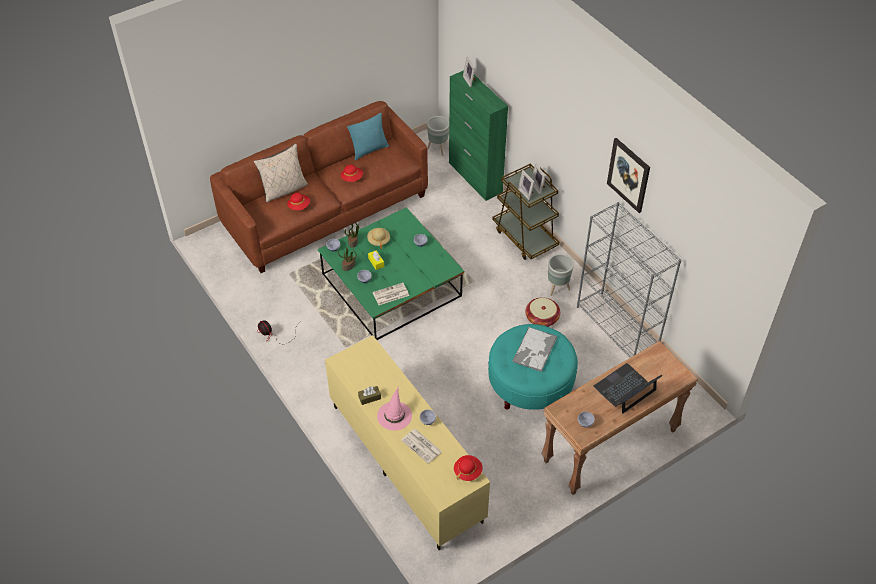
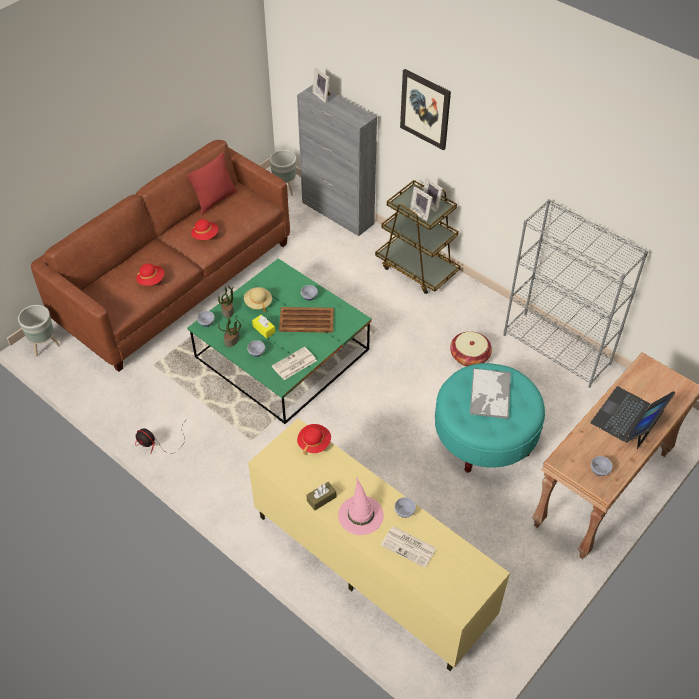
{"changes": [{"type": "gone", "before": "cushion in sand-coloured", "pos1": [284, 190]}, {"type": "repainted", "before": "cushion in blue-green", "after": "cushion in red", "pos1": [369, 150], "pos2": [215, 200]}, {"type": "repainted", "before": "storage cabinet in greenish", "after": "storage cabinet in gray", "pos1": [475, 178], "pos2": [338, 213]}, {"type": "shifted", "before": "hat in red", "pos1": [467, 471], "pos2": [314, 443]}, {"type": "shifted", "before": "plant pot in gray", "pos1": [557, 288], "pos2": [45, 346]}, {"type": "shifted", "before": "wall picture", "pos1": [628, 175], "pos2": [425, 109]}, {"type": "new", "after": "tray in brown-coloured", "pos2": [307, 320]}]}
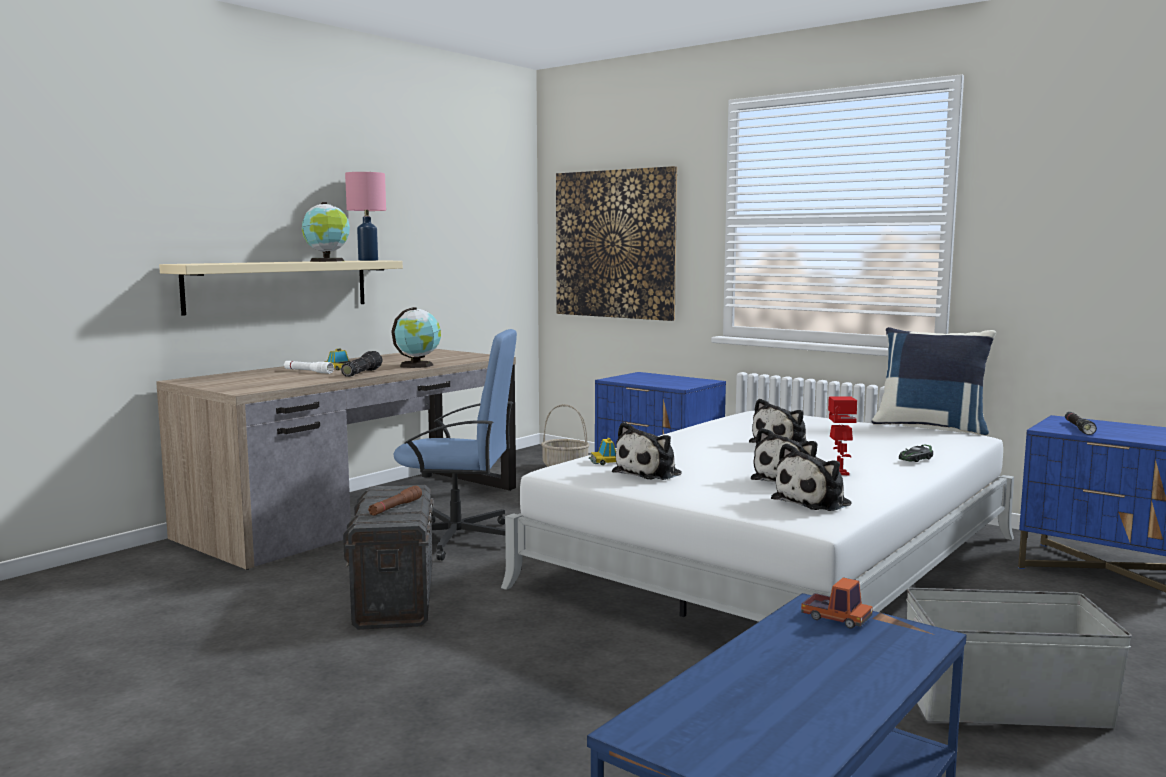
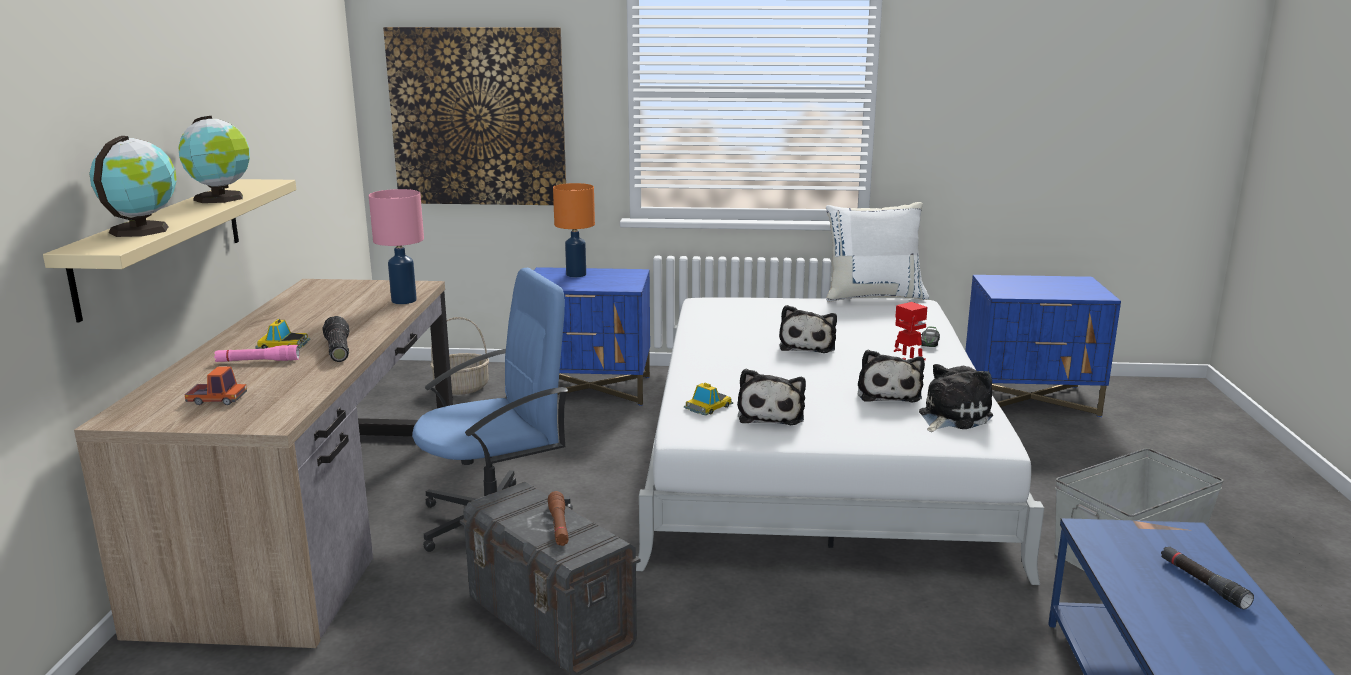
{"changes": [{"type": "repainted", "before": "flashlight in white-coloured", "after": "flashlight in pinkish", "pos1": [308, 371], "pos2": [258, 361]}, {"type": "shifted", "before": "lamp for a table in pinkish", "pos1": [368, 260], "pos2": [403, 300]}, {"type": "shifted", "before": "desk globe", "pos1": [417, 365], "pos2": [142, 230]}, {"type": "rotated", "before": "plush toy", "pos1": [815, 502], "pos2": [951, 416], "turn": -150}, {"type": "shifted", "before": "toy lorry", "pos1": [836, 618], "pos2": [217, 400]}, {"type": "repainted", "before": "cushion in blue-coloured", "after": "cushion in white-coloured", "pos1": [931, 426], "pos2": [873, 296]}, {"type": "shifted", "before": "flashlight in black", "pos1": [1078, 428], "pos2": [1203, 583]}, {"type": "new", "after": "lamp for a table in orange-coloured", "pos2": [576, 274]}]}
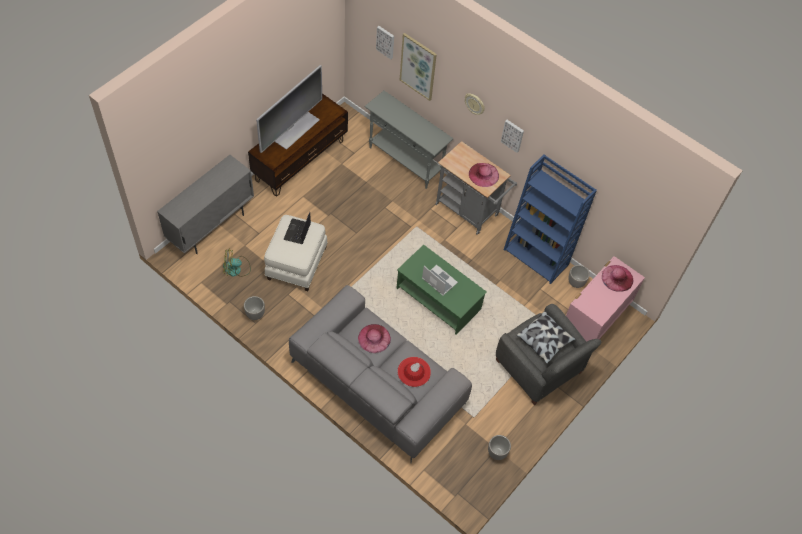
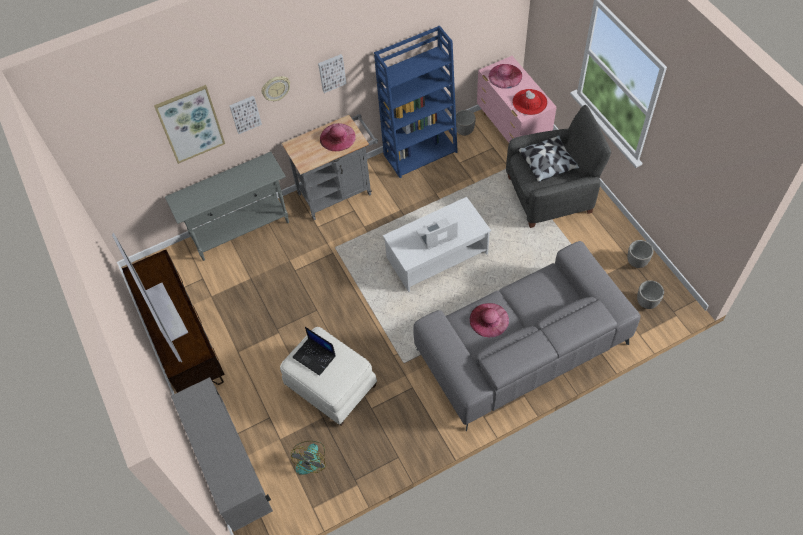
{"changes": [{"type": "shifted", "before": "plant pot", "pos1": [255, 315], "pos2": [647, 302]}, {"type": "shifted", "before": "wall picture", "pos1": [386, 41], "pos2": [245, 113]}, {"type": "repainted", "before": "coffee table in greenish", "after": "coffee table in white-coloured", "pos1": [438, 298], "pos2": [436, 256]}, {"type": "shifted", "before": "hat in red", "pos1": [414, 372], "pos2": [529, 102]}]}
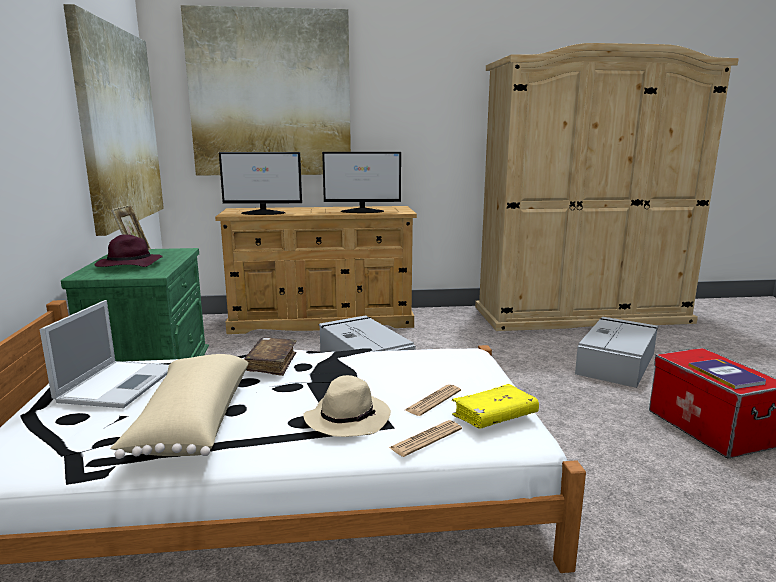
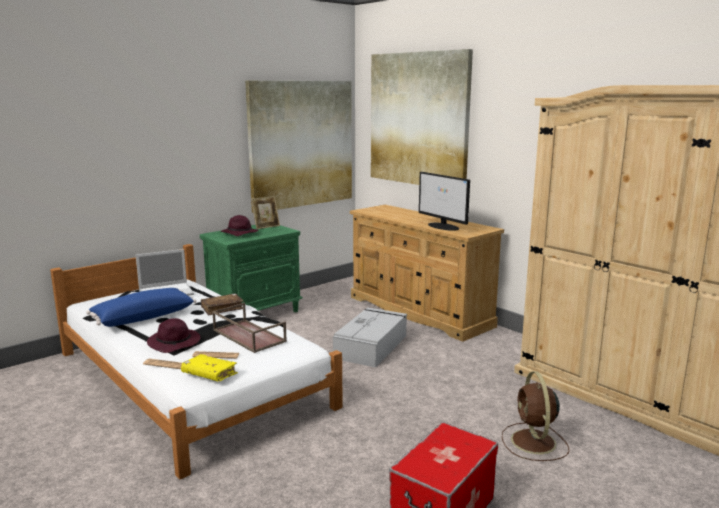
{"changes": [{"type": "repainted", "before": "cushion in sand-coloured", "after": "cushion in blue-coloured", "pos1": [191, 423], "pos2": [143, 317]}, {"type": "gone", "before": "computer display", "pos1": [264, 213]}, {"type": "repainted", "before": "hat in sand-coloured", "after": "hat in purple", "pos1": [348, 418], "pos2": [175, 343]}, {"type": "swapped", "before": "storage container in gray", "after": "cooling fan in brown-coloured", "pos1": [616, 362], "pos2": [534, 443]}, {"type": "gone", "before": "volume", "pos1": [726, 374]}, {"type": "new", "after": "tray in brown-coloured", "pos2": [248, 336]}]}
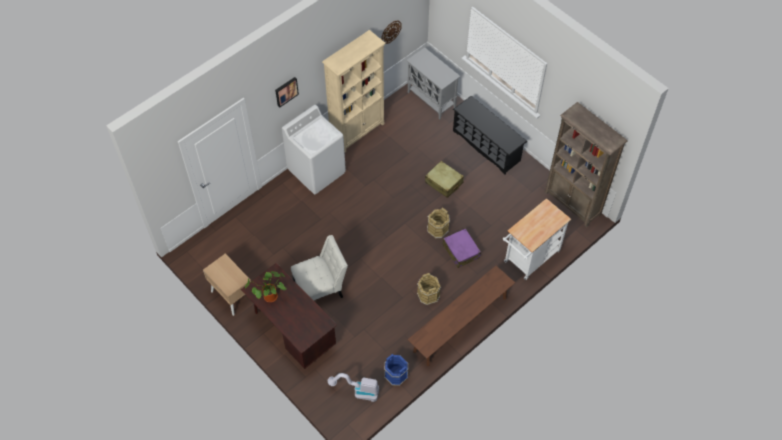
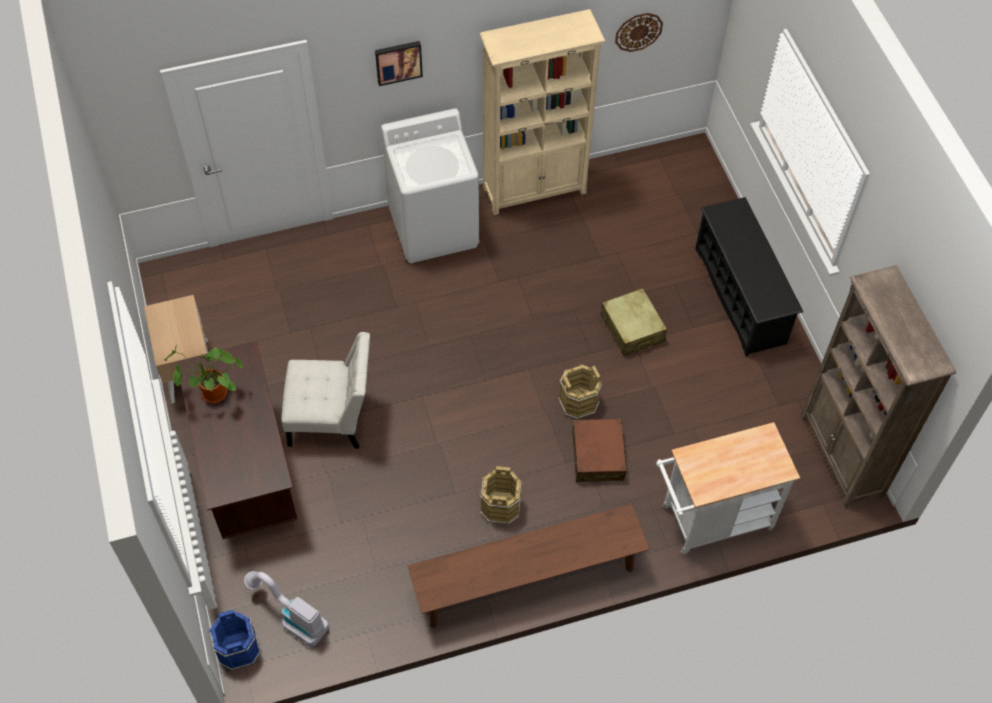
{"changes": [{"type": "shifted", "before": "pail in blue-coloured", "pos1": [396, 375], "pos2": [238, 649]}, {"type": "gone", "before": "storage cabinet in gray", "pos1": [431, 100]}, {"type": "repainted", "before": "piece of luggage in purple", "after": "piece of luggage in brown-coloured", "pos1": [461, 251], "pos2": [598, 455]}]}
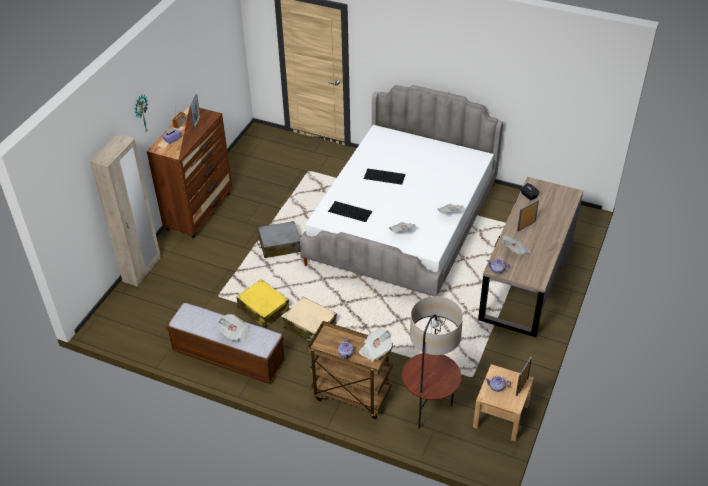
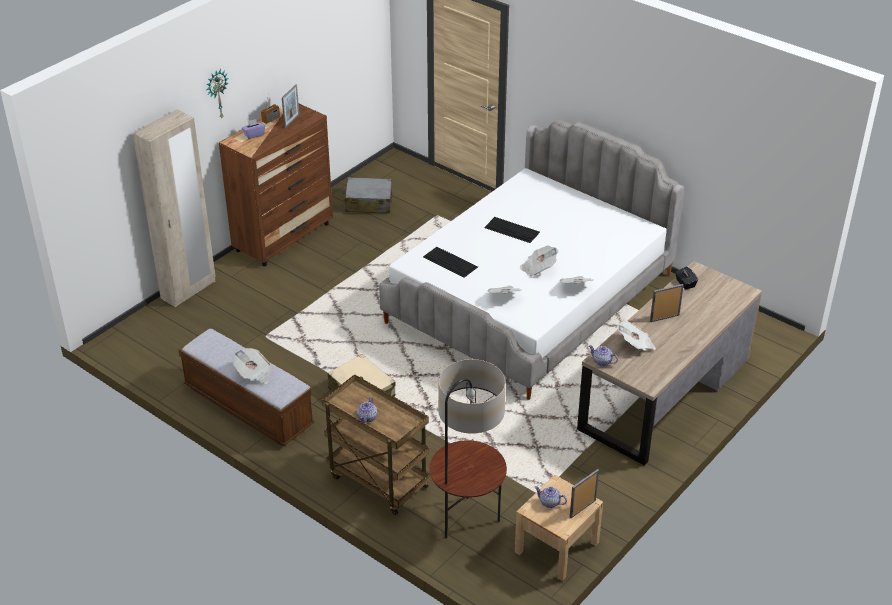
{"changes": [{"type": "gone", "before": "piece of luggage in yellowish", "pos1": [263, 309]}, {"type": "shifted", "before": "piece of luggage in gray", "pos1": [279, 245], "pos2": [368, 203]}, {"type": "shifted", "before": "daily paper", "pos1": [375, 350], "pos2": [538, 268]}]}
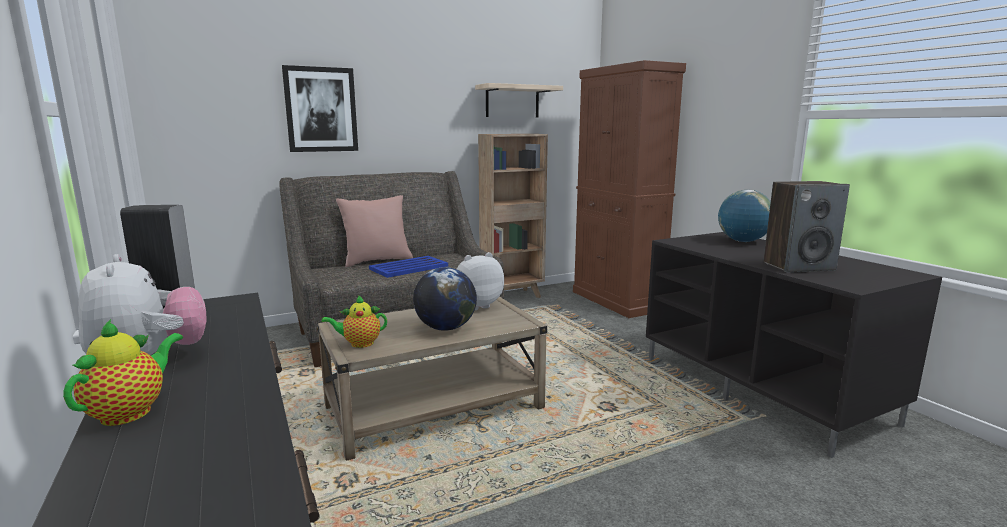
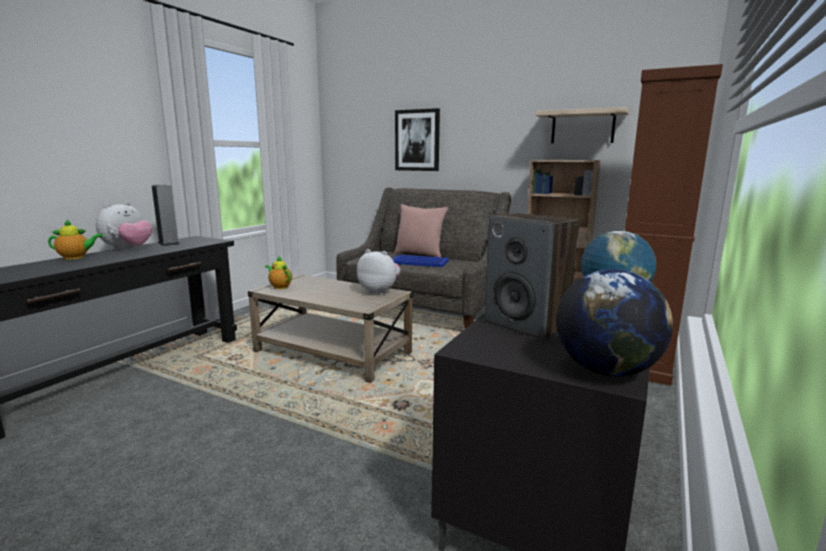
{"changes": [{"type": "shifted", "before": "desk globe", "pos1": [445, 328], "pos2": [606, 371]}]}
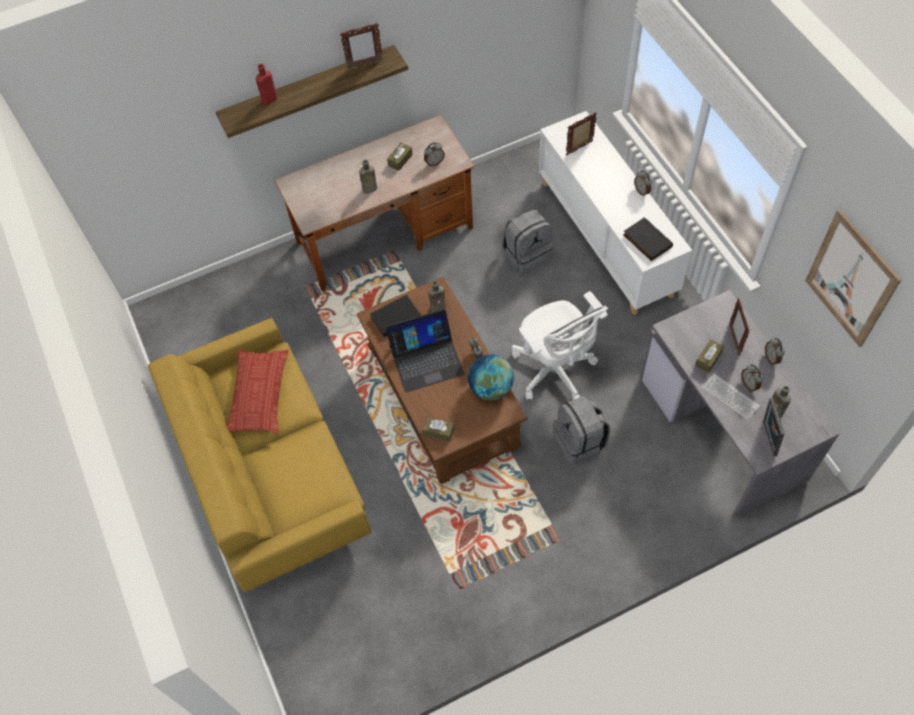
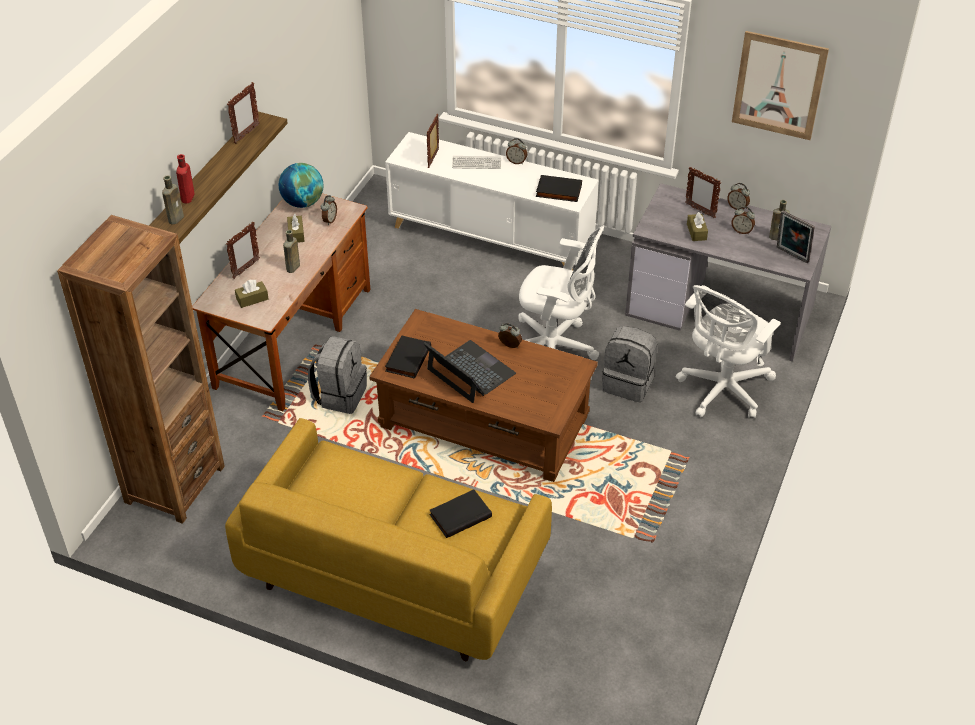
{"changes": [{"type": "gone", "before": "cushion", "pos1": [259, 394]}, {"type": "rotated", "before": "portable computer", "pos1": [426, 359], "pos2": [470, 372], "turn": -75}, {"type": "shifted", "before": "tissue holder in brown-coloured", "pos1": [438, 432], "pos2": [252, 299]}, {"type": "shifted", "before": "beverage bottle in brown-coloured", "pos1": [439, 307], "pos2": [176, 218]}, {"type": "shifted", "before": "desk globe", "pos1": [491, 388], "pos2": [303, 202]}, {"type": "shifted", "before": "knapsack in gray", "pos1": [526, 255], "pos2": [340, 395]}, {"type": "shifted", "before": "keyboard", "pos1": [730, 397], "pos2": [476, 163]}, {"type": "new", "after": "bookcase in brown-coloured", "pos2": [174, 484]}, {"type": "new", "after": "photo frame", "pos2": [246, 269]}, {"type": "new", "after": "volume in black", "pos2": [460, 515]}, {"type": "new", "after": "office chair in white-coloured", "pos2": [722, 391]}]}
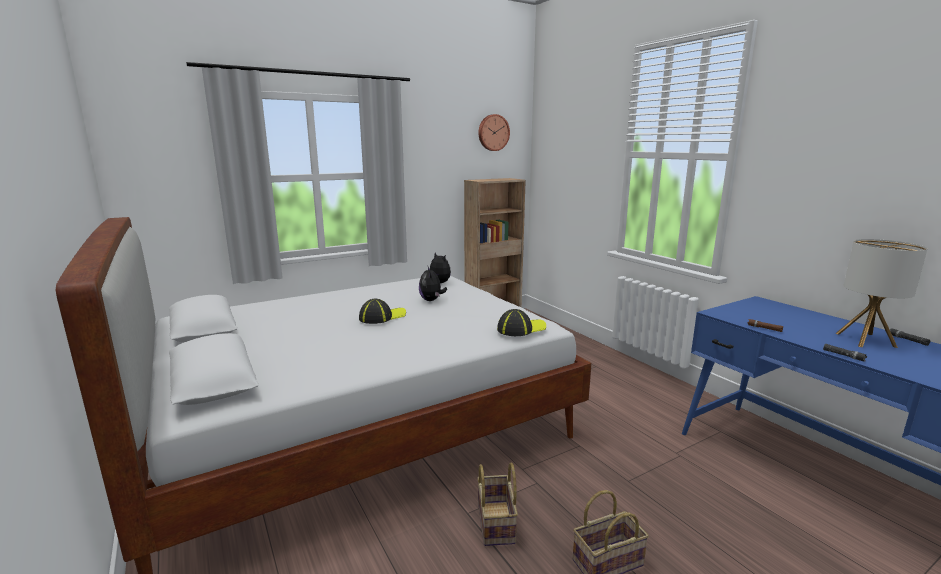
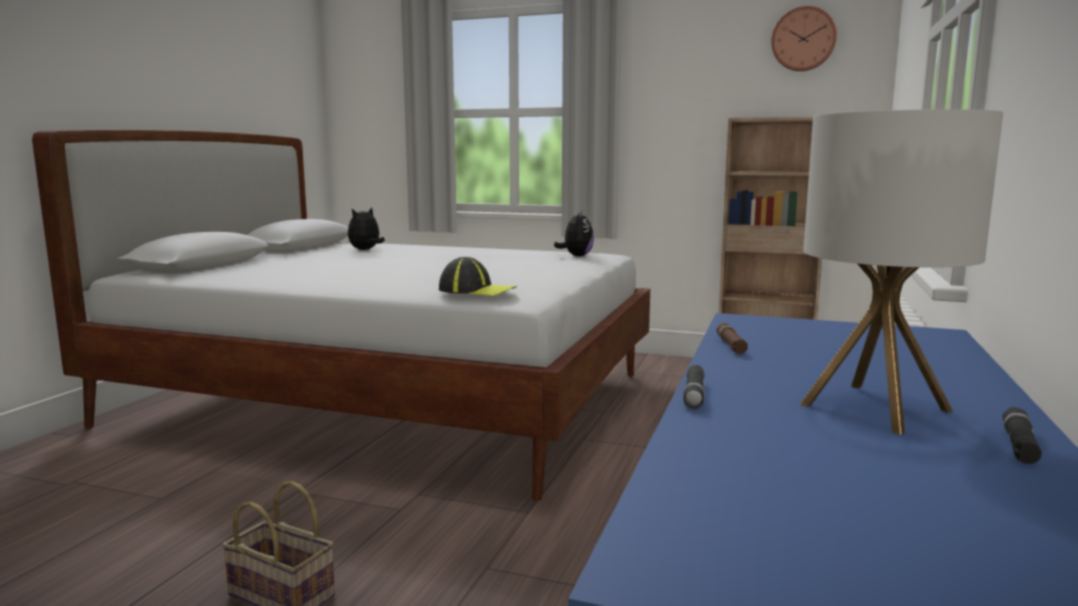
{"changes": [{"type": "gone", "before": "baseball cap", "pos1": [382, 317]}, {"type": "shifted", "before": "plush toy", "pos1": [431, 300], "pos2": [365, 250]}, {"type": "gone", "before": "basket", "pos1": [497, 524]}]}
